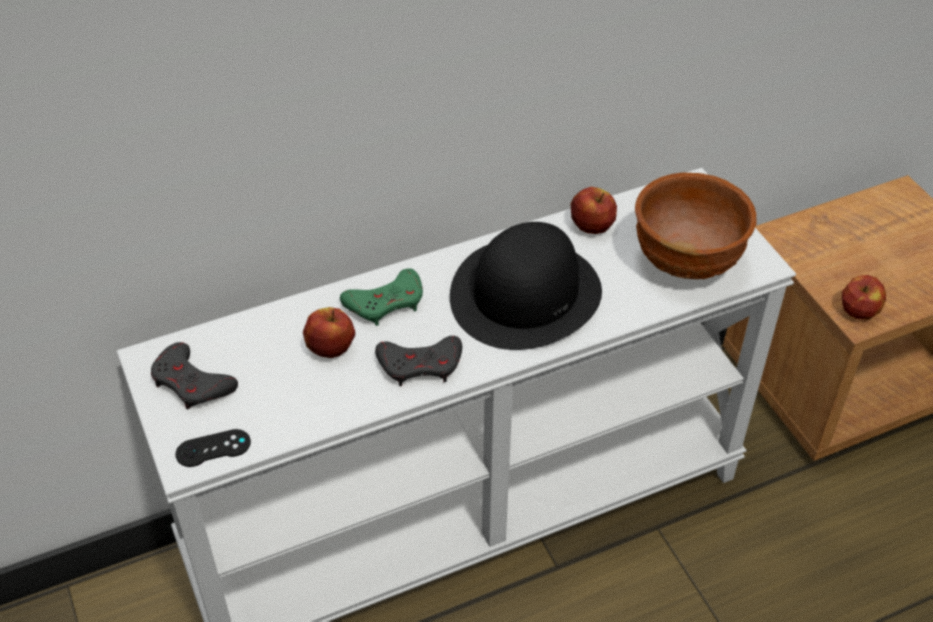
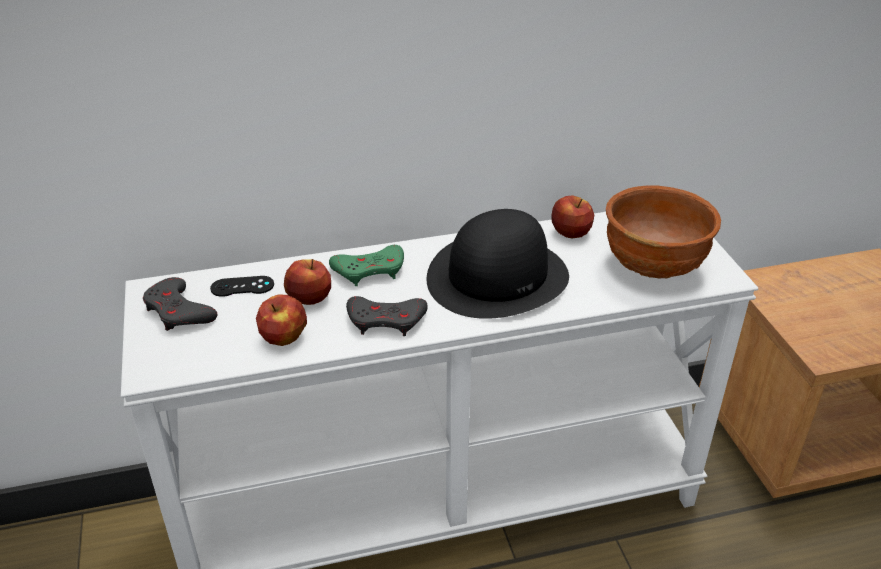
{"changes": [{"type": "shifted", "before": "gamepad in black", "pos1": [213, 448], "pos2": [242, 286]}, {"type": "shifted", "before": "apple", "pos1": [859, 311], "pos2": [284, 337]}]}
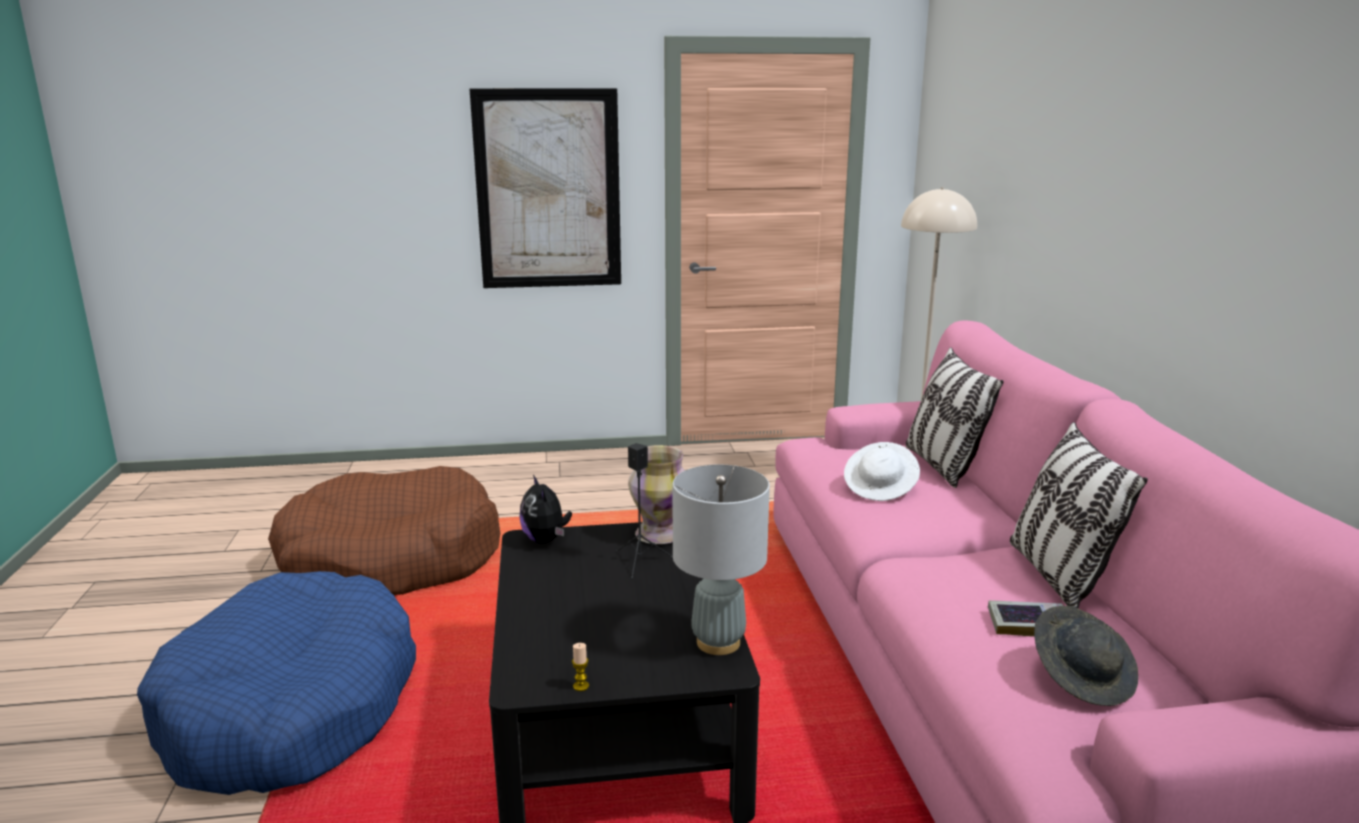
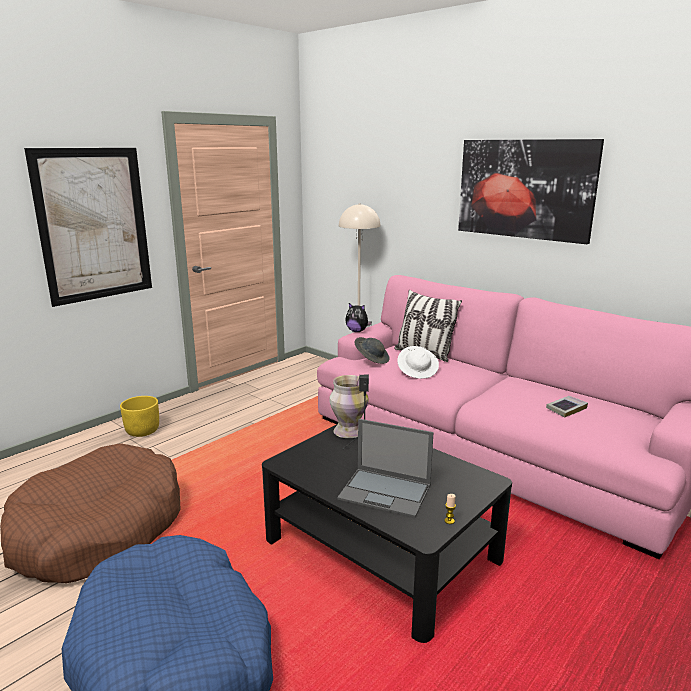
{"changes": [{"type": "shifted", "before": "plush toy", "pos1": [545, 540], "pos2": [357, 331]}, {"type": "gone", "before": "lamp for a table in gray", "pos1": [718, 642]}, {"type": "gone", "before": "cushion", "pos1": [1058, 576]}, {"type": "shifted", "before": "hat in gray", "pos1": [1082, 677], "pos2": [372, 359]}, {"type": "new", "after": "plant pot in yellowish", "pos2": [143, 431]}, {"type": "new", "after": "portable computer", "pos2": [386, 492]}, {"type": "new", "after": "wall picture", "pos2": [525, 189]}]}
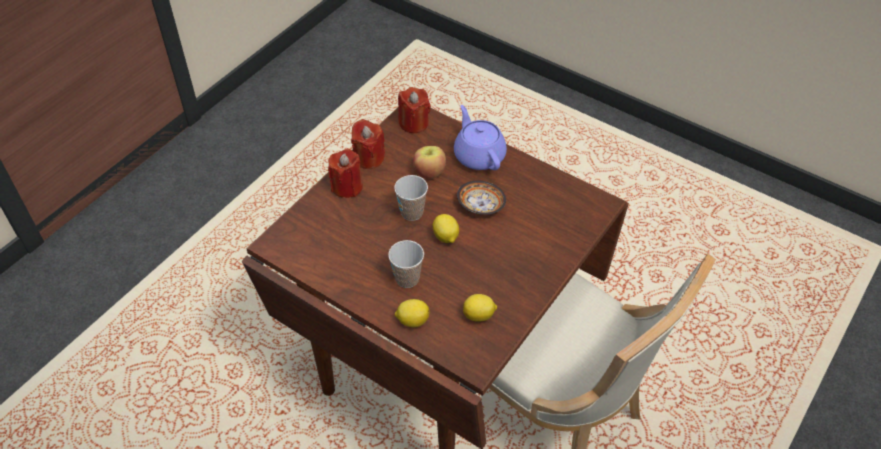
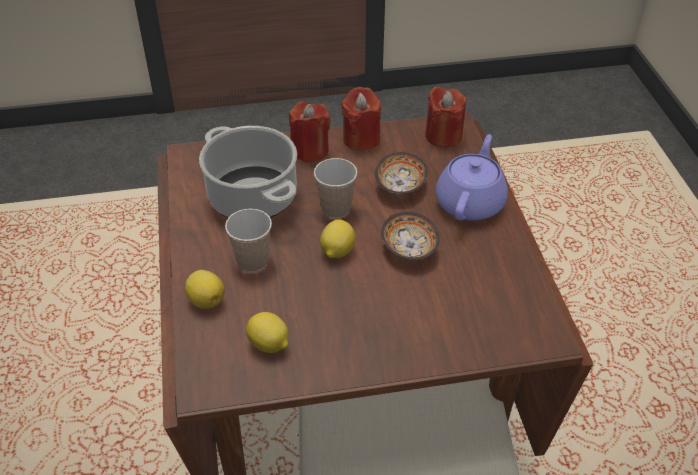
{"changes": [{"type": "swapped", "before": "apple", "after": "bowl", "pos1": [429, 172], "pos2": [400, 186]}, {"type": "new", "after": "saucepot", "pos2": [254, 197]}]}
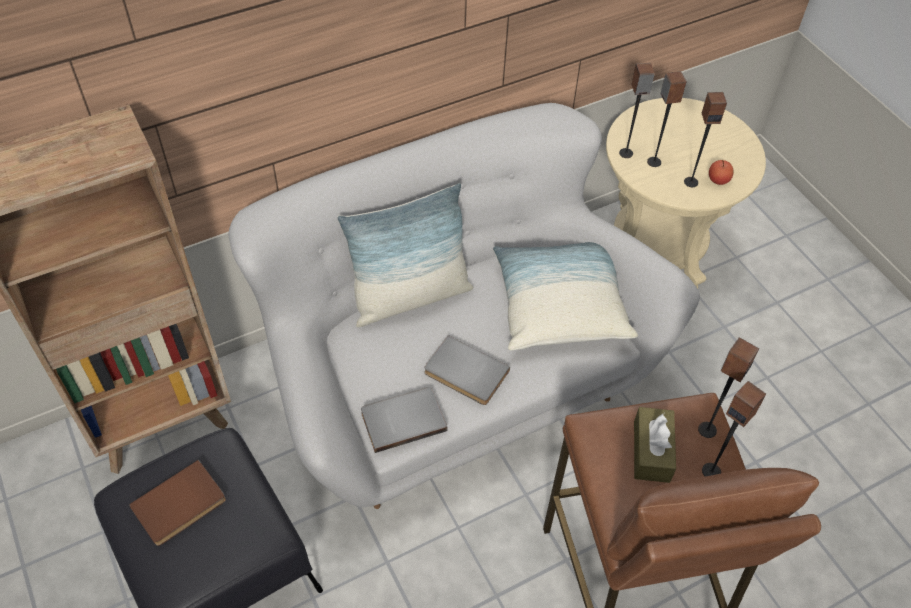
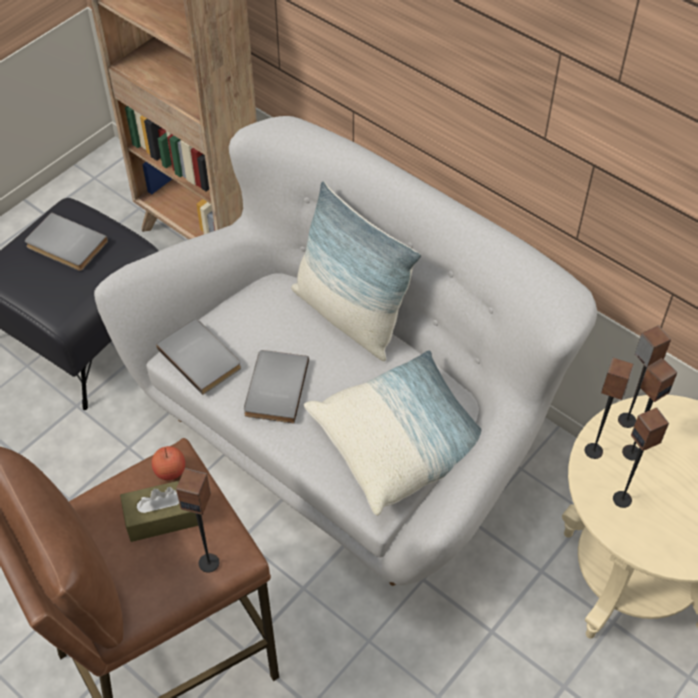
{"changes": [{"type": "repainted", "before": "volume in brown-coloured", "after": "volume in gray", "pos1": [180, 506], "pos2": [65, 246]}, {"type": "shifted", "before": "speaker", "pos1": [711, 471], "pos2": [594, 451]}, {"type": "shifted", "before": "apple", "pos1": [718, 180], "pos2": [170, 471]}]}
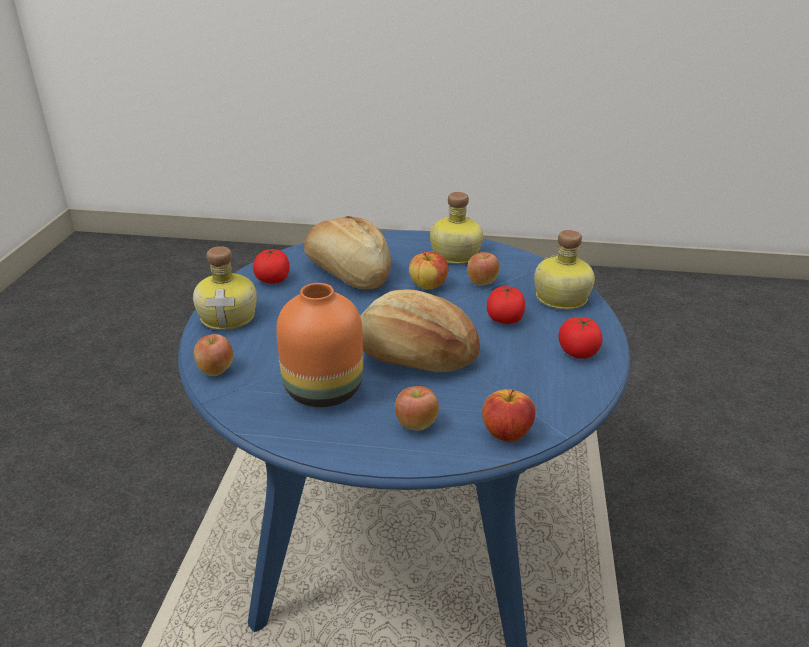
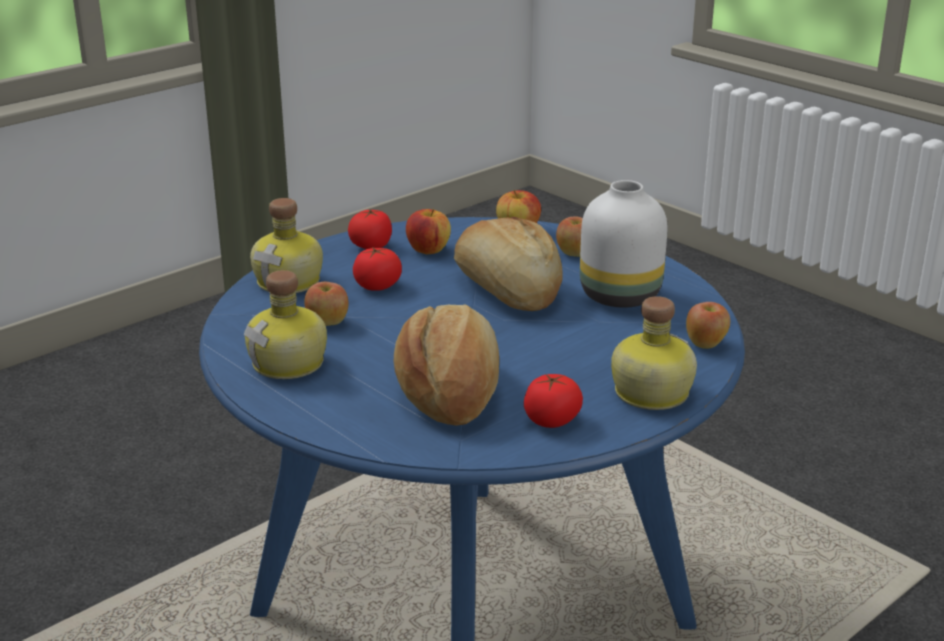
{"changes": [{"type": "repainted", "before": "flower vase in orange-coloured", "after": "flower vase in white-coloured", "pos1": [321, 389], "pos2": [621, 297]}, {"type": "shifted", "before": "apple", "pos1": [428, 286], "pos2": [428, 250]}]}
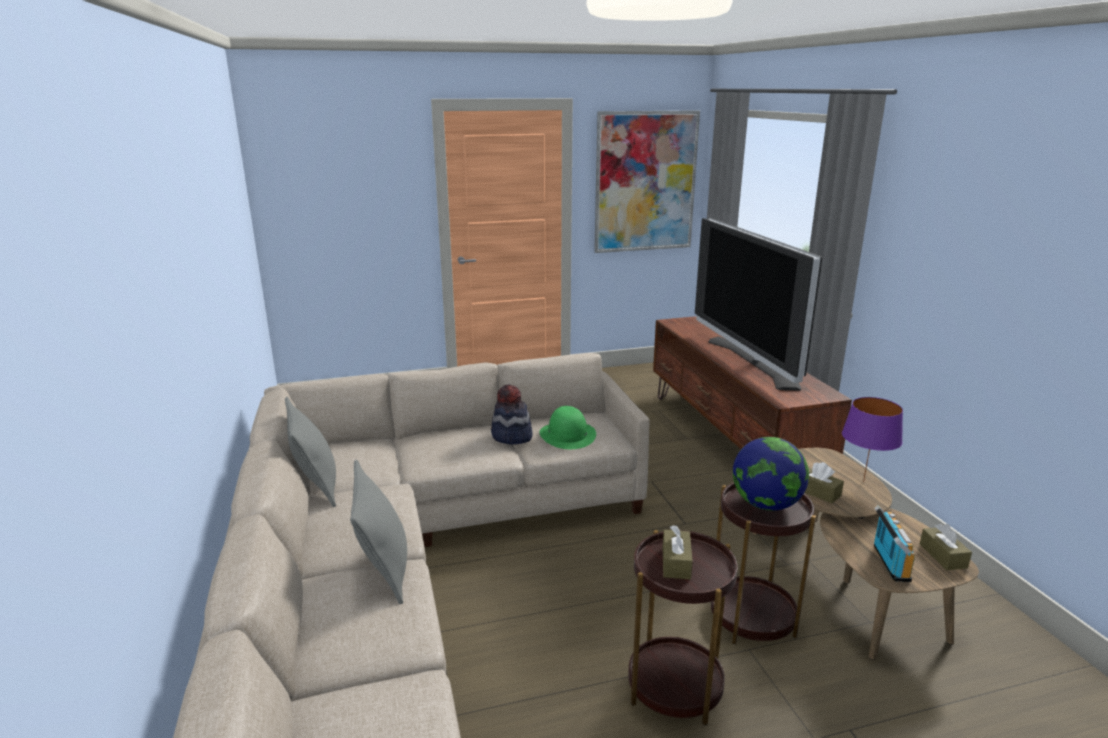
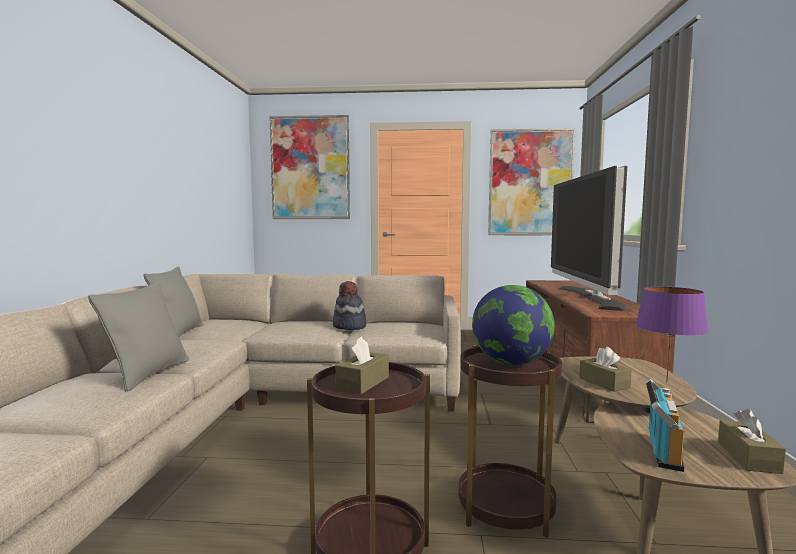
{"changes": [{"type": "gone", "before": "hat in greenish", "pos1": [567, 435]}, {"type": "new", "after": "wall picture", "pos2": [310, 168]}]}
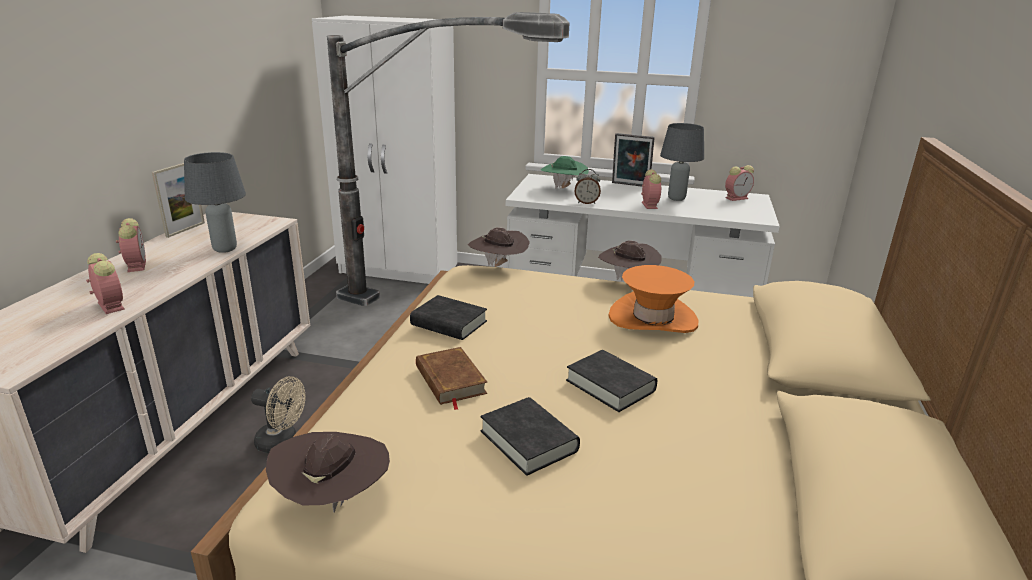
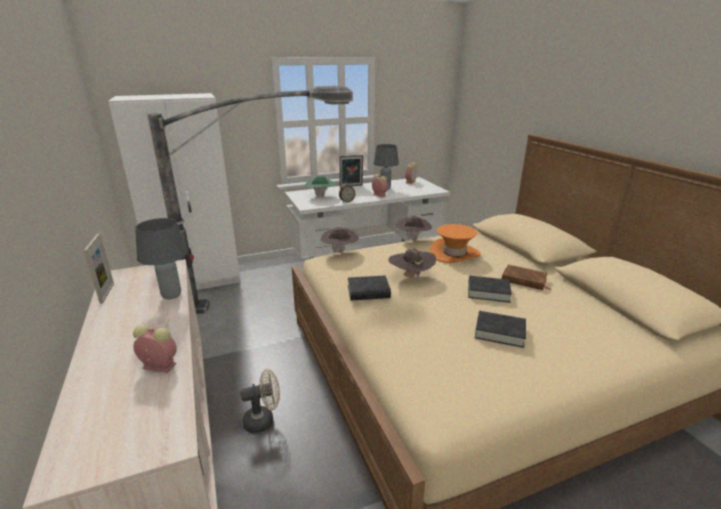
{"changes": [{"type": "gone", "before": "table clock", "pos1": [136, 265]}, {"type": "shifted", "before": "hat in brown-coloured", "pos1": [333, 499], "pos2": [411, 276]}, {"type": "shifted", "before": "volume in brown-coloured", "pos1": [450, 380], "pos2": [524, 280]}]}
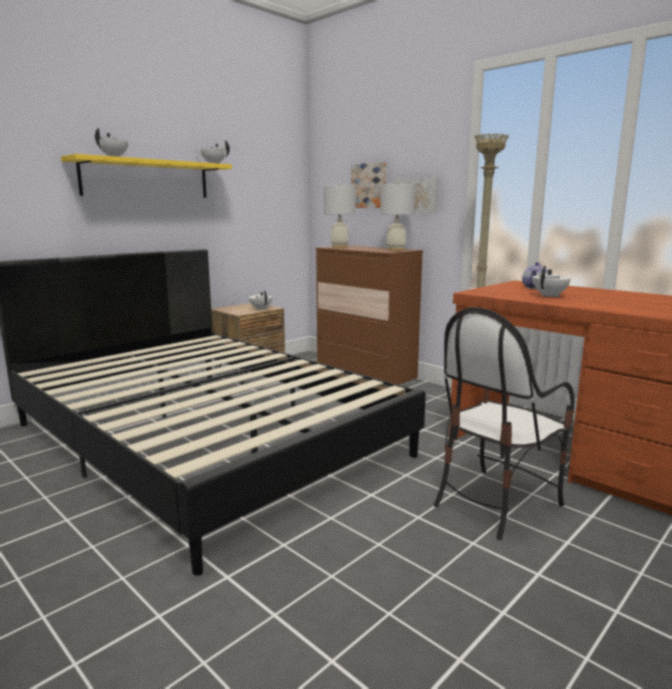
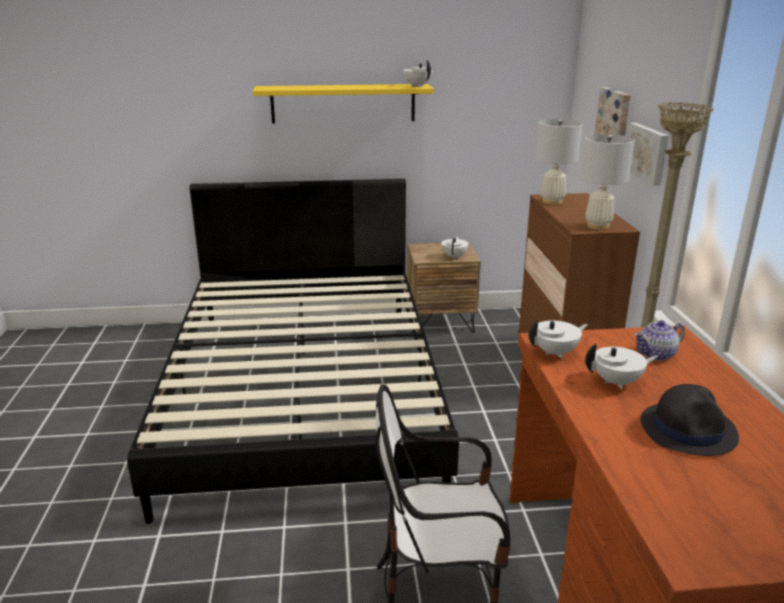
{"changes": [{"type": "shifted", "before": "teapot in white-coloured", "pos1": [114, 157], "pos2": [555, 353]}, {"type": "new", "after": "hat in black", "pos2": [688, 429]}]}
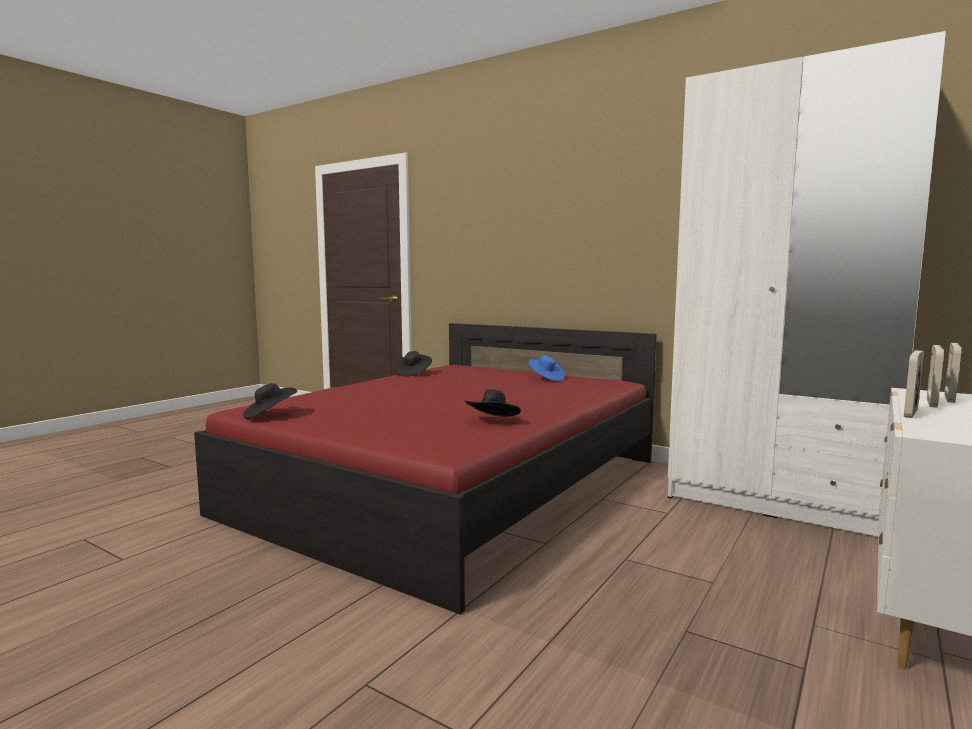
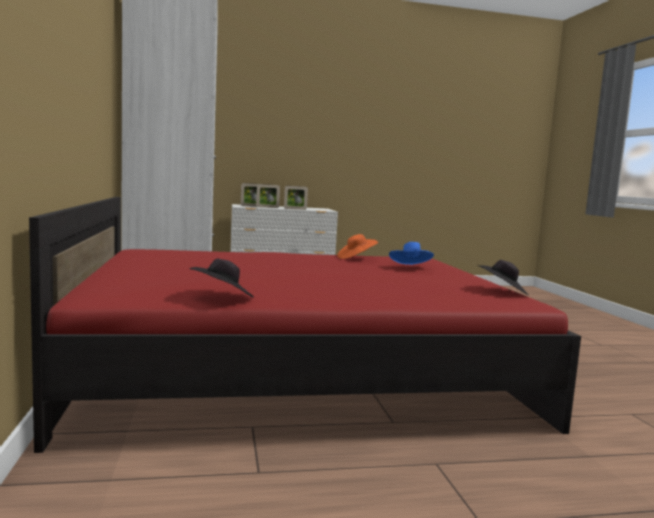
{"changes": [{"type": "repainted", "before": "hat in black", "after": "hat in orange-coloured", "pos1": [493, 421], "pos2": [356, 258]}, {"type": "shifted", "before": "hat in blue-coloured", "pos1": [545, 379], "pos2": [410, 267]}]}
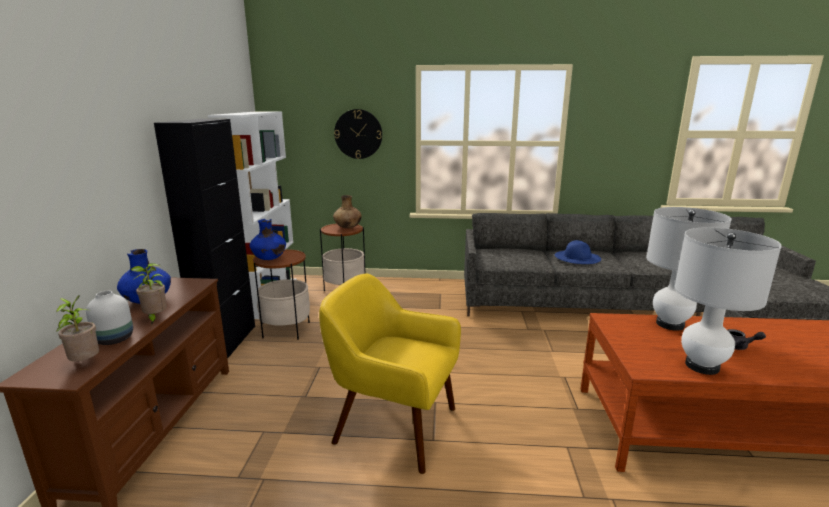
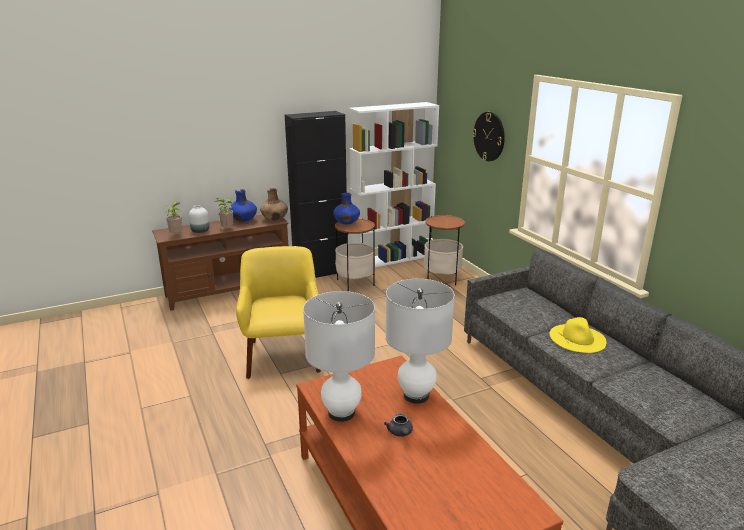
{"changes": [{"type": "shifted", "before": "flower vase in brown-coloured", "pos1": [347, 227], "pos2": [275, 219]}, {"type": "repainted", "before": "hat in blue-coloured", "after": "hat in yellowish", "pos1": [577, 257], "pos2": [577, 338]}]}
